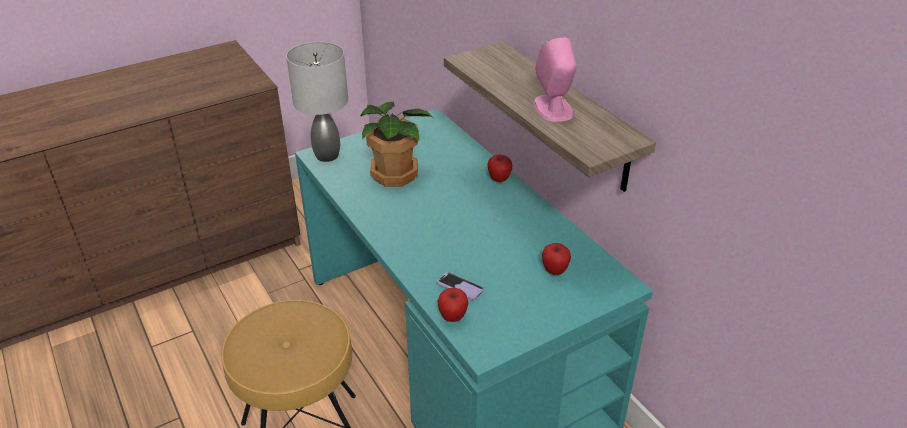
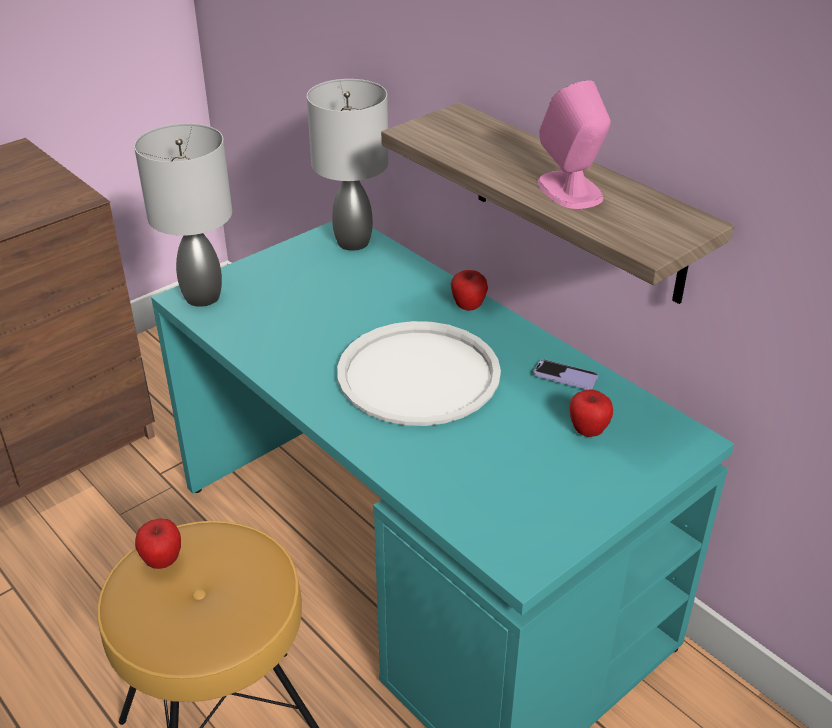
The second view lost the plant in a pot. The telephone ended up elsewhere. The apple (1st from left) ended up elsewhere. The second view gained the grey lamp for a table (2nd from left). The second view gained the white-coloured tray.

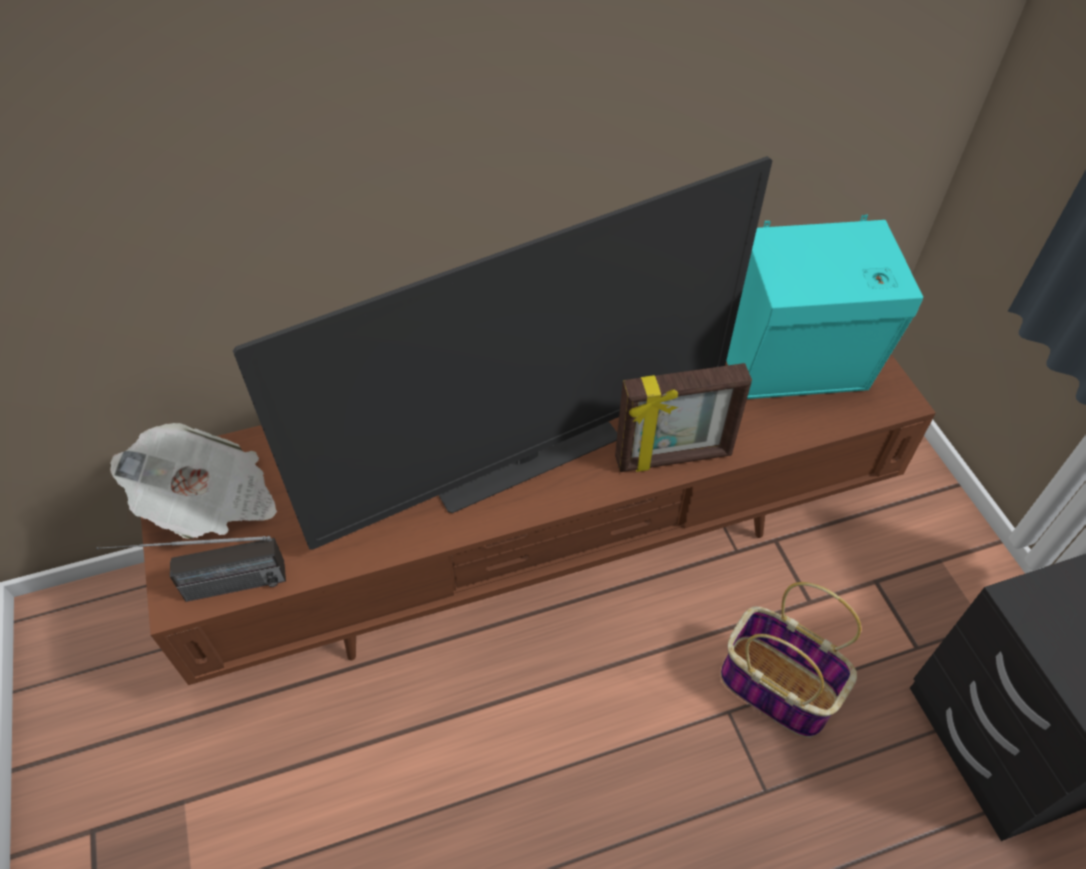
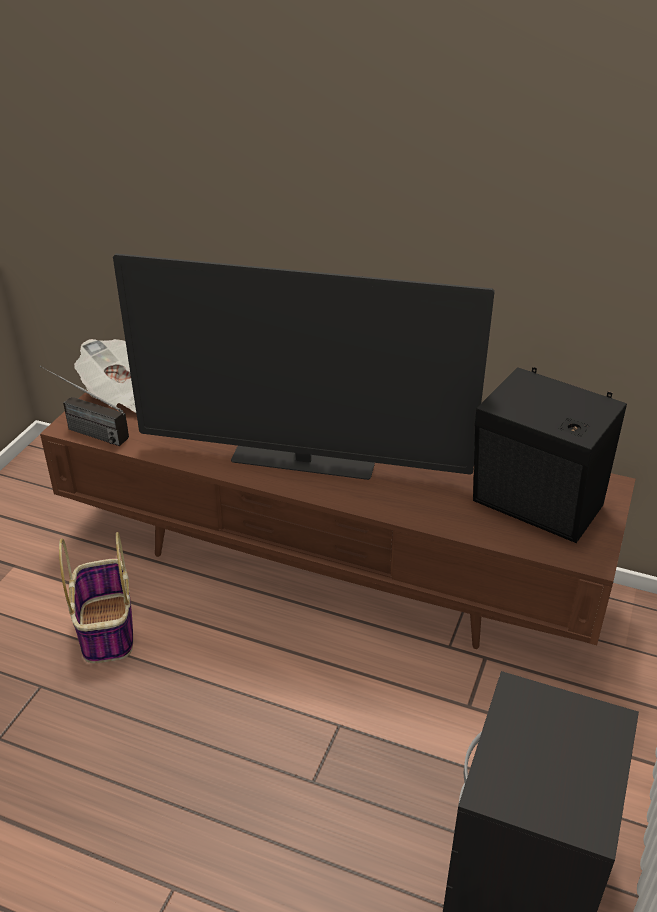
What was the blue-green speaker turned into the black speaker. The second view lost the picture frame. The storage basket ended up elsewhere.

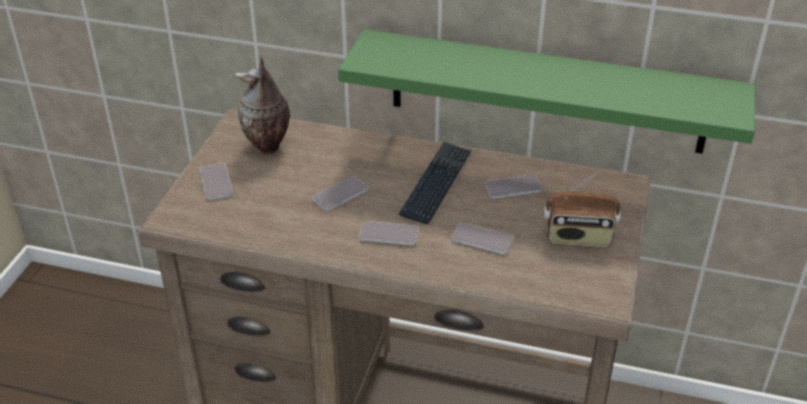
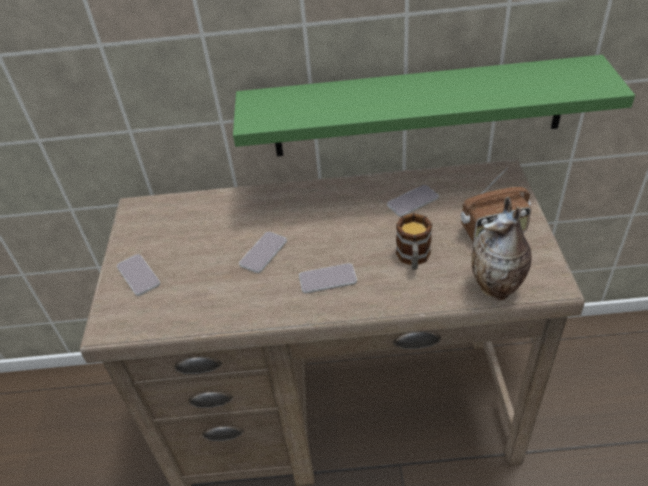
The decorative vase ended up elsewhere. The second view lost the computer keyboard. Where the telephone (4th from left) stood, the tea mug came to stand.

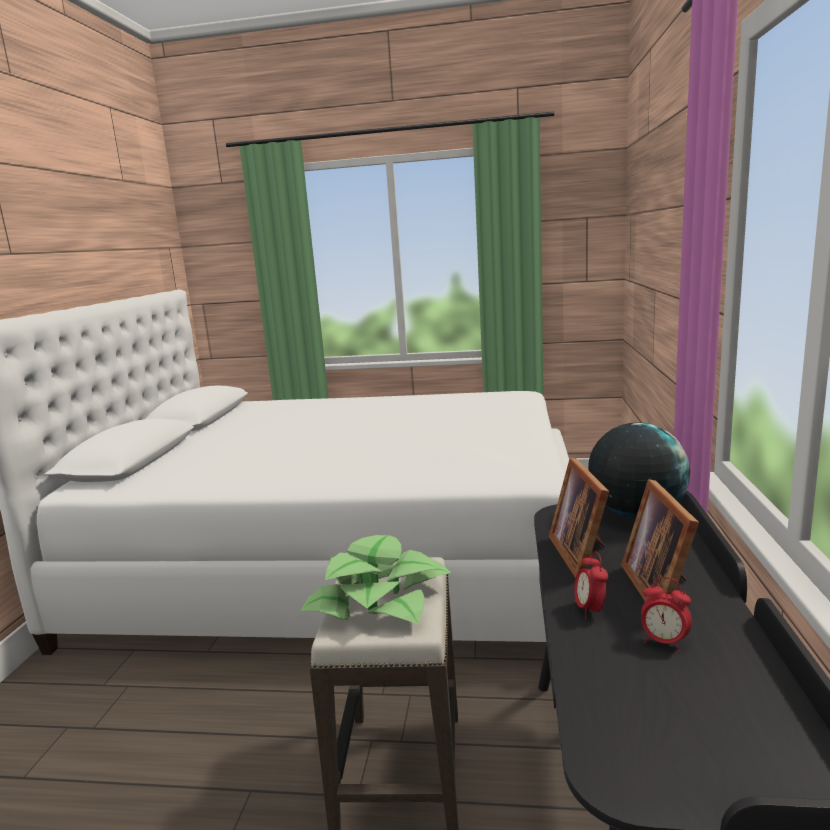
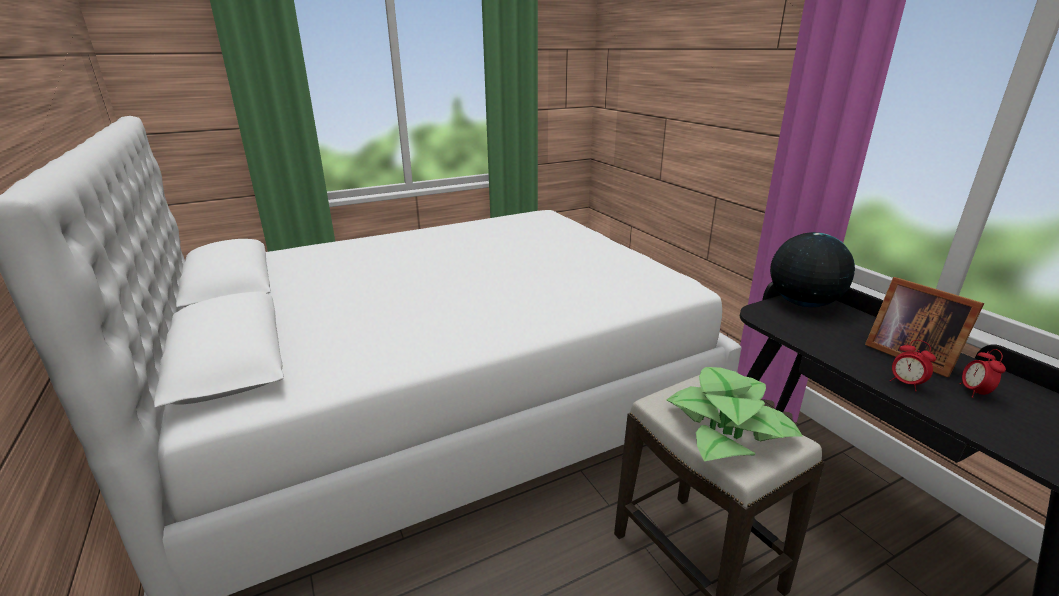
The second view lost the picture frame (1st from left). The table clock (2nd from left) ended up facing another way, 105 degrees clockwise from before.

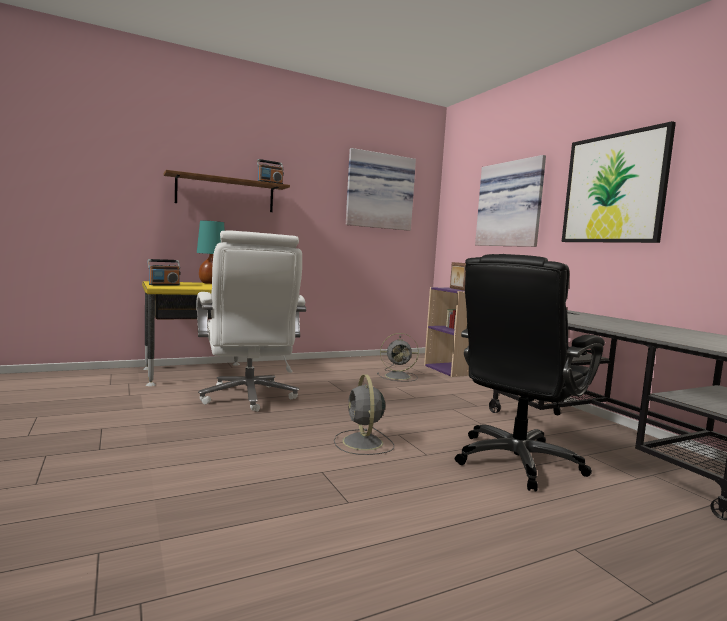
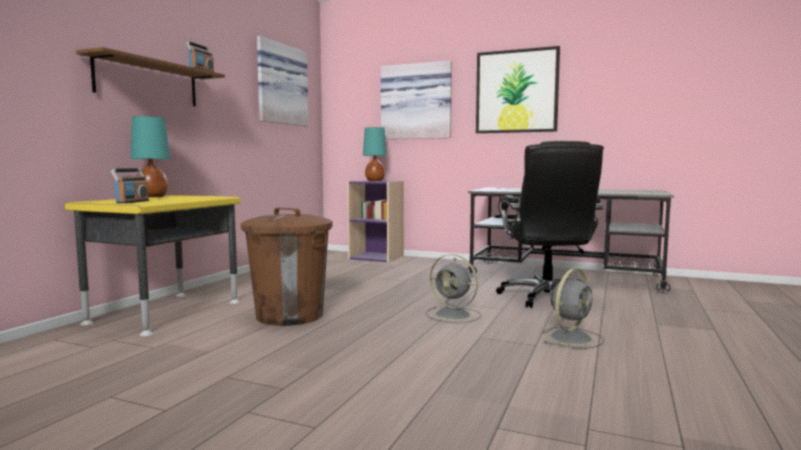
Where the white-coloured desk chair stood, the brownish rubbish bin came to stand. Where the picture frame stood, the blue-green lamp for a table (2nd from left) came to stand. The grey electric fan (2nd from left) ended up elsewhere.

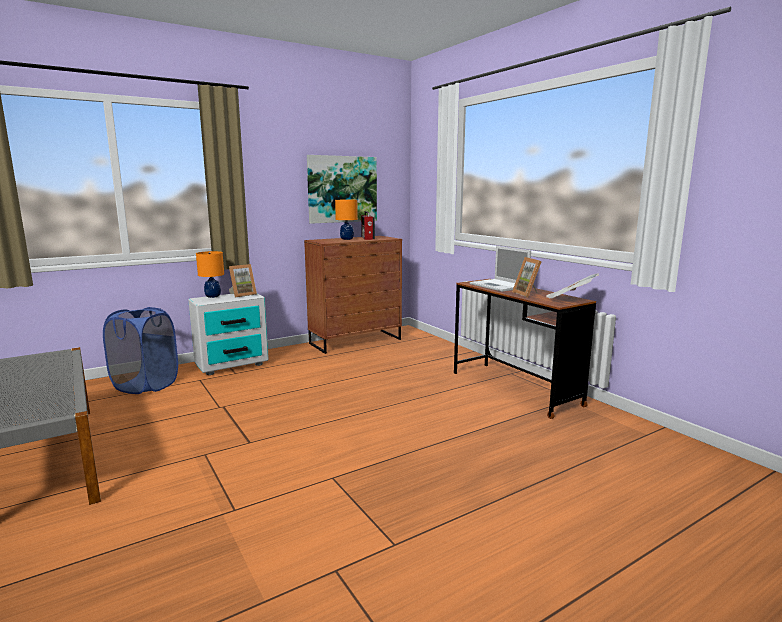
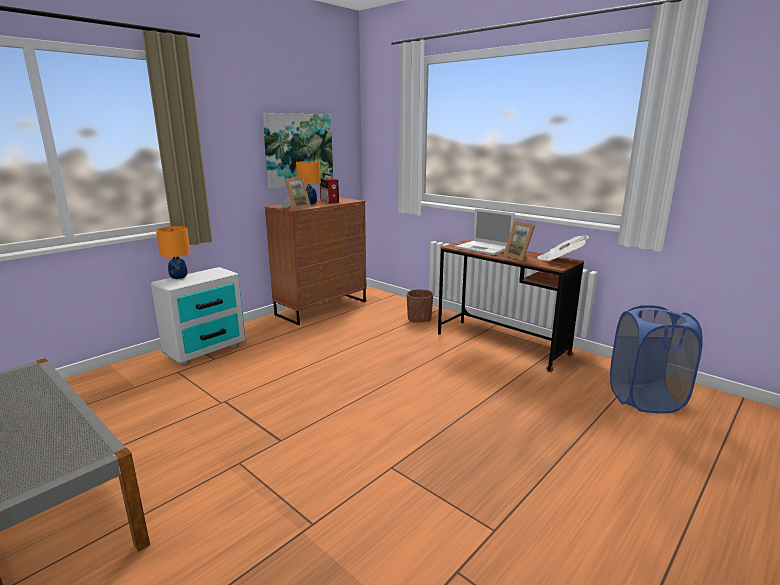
The picture frame (1st from left) ended up elsewhere. The blue hamper ended up elsewhere. The second view gained the brownish planter.

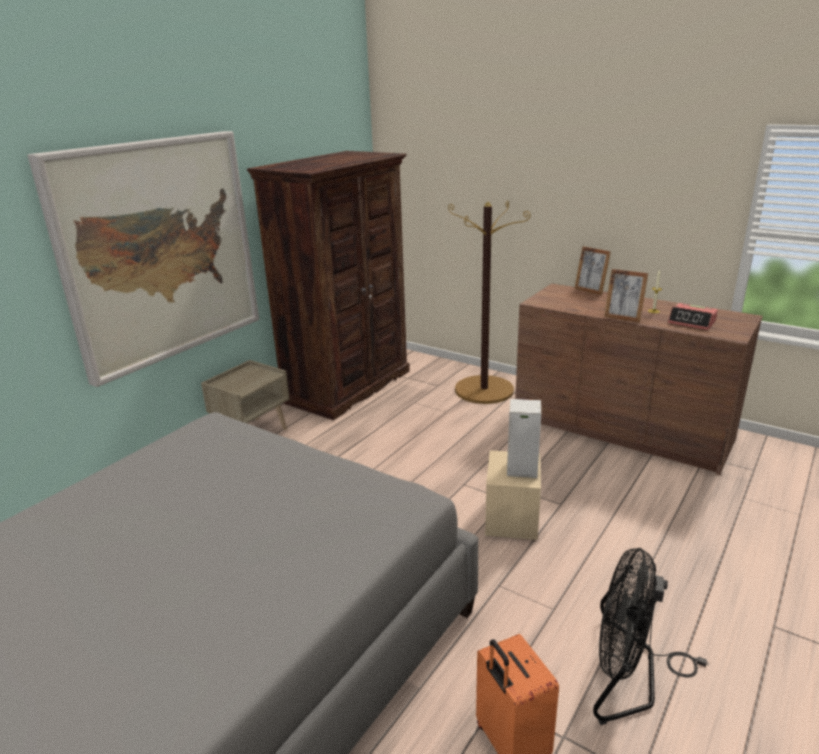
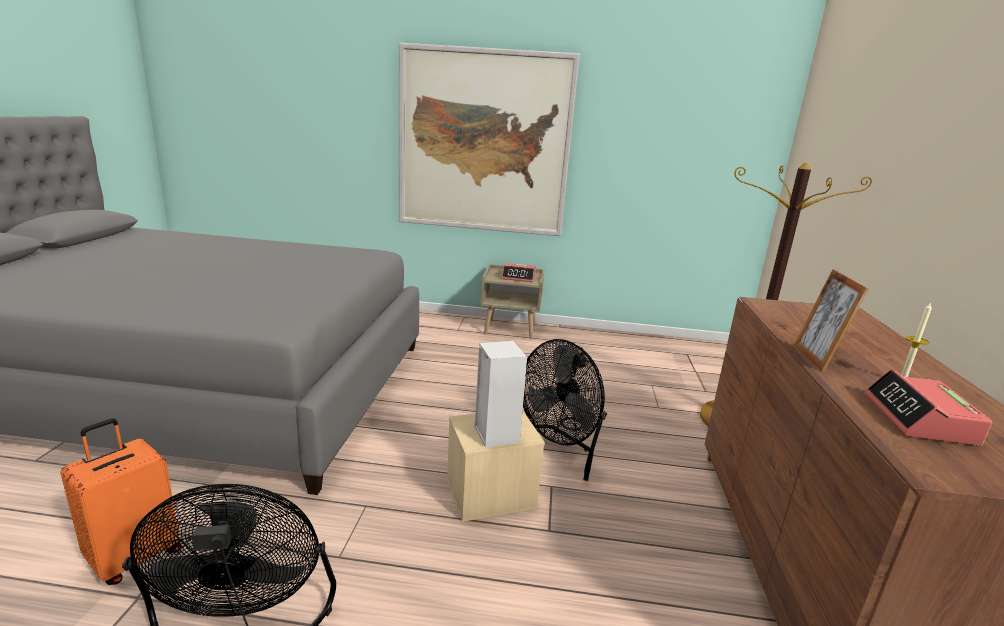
The second view lost the brownish armoire. The second view lost the picture frame (1st from left). The second view gained the table clock (1st from left). The second view gained the black electric fan (2nd from left).

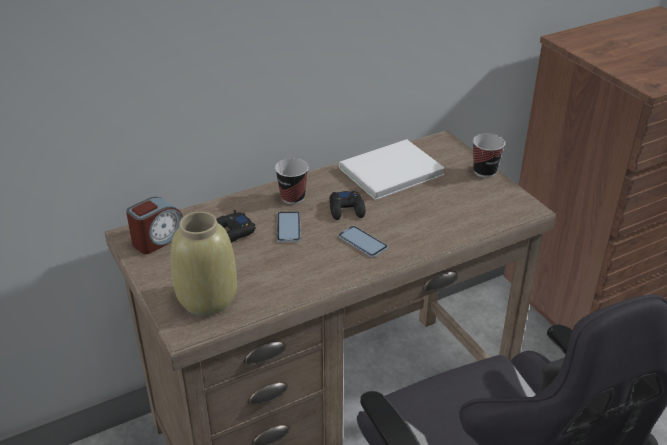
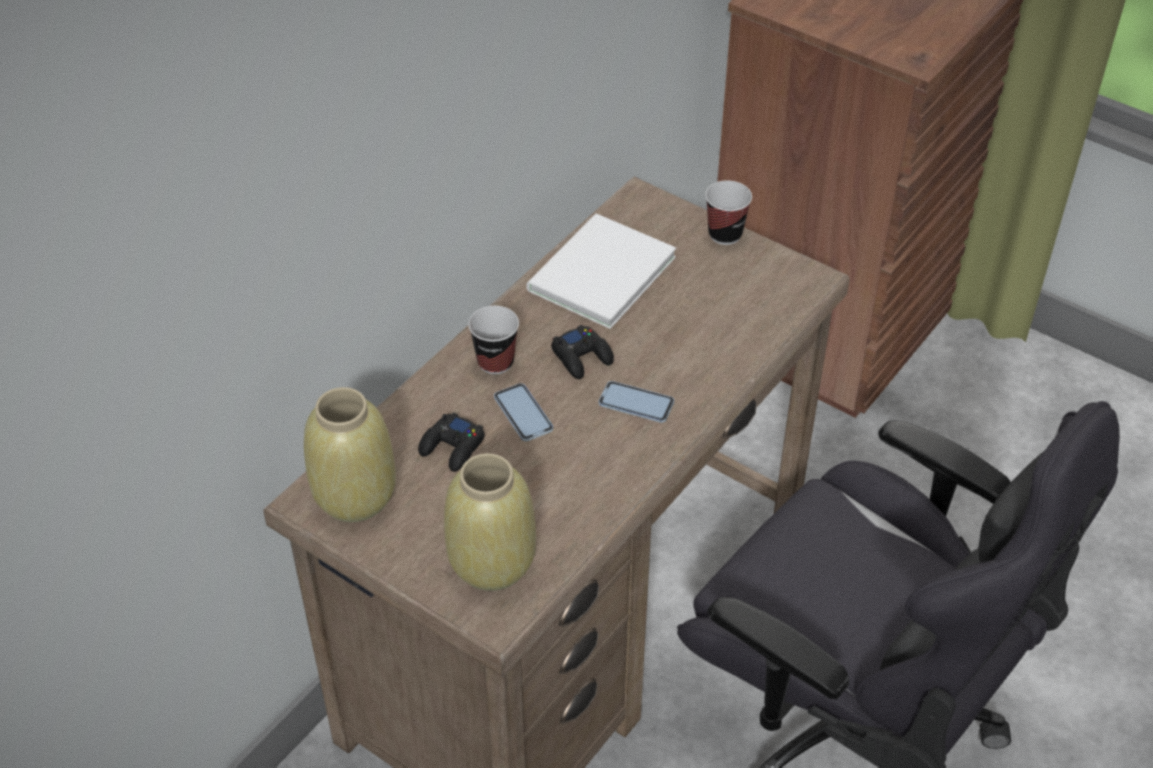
Where the table clock stood, the beige-coloured decorative vase (1st from left) came to stand.

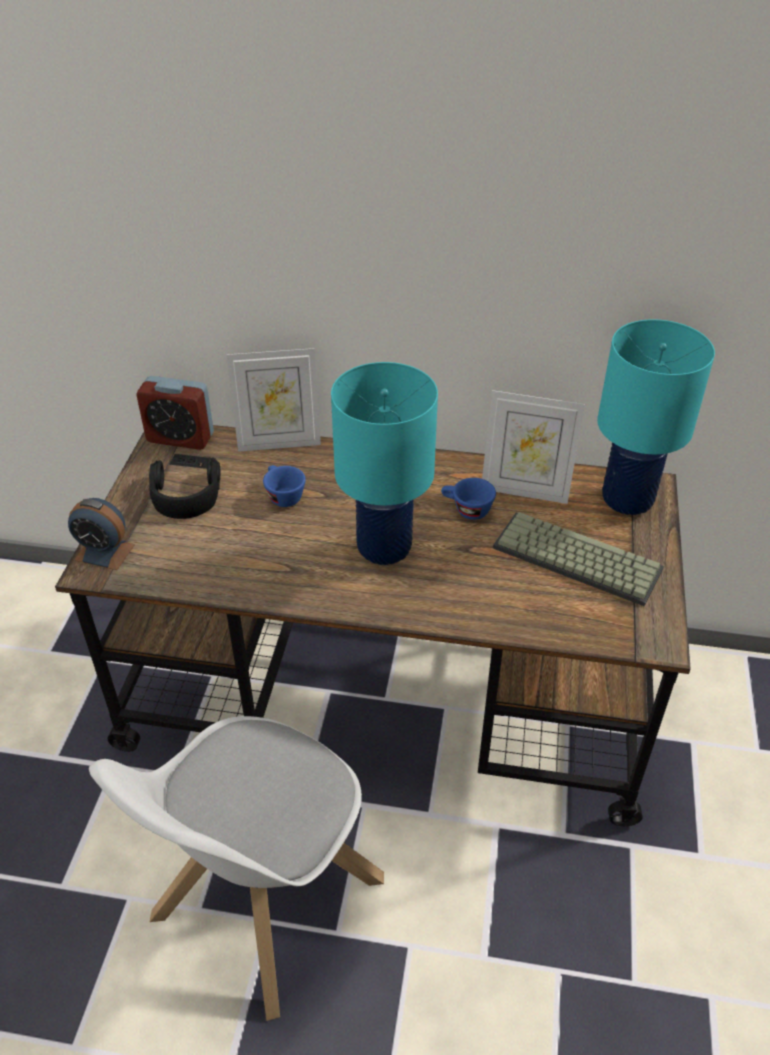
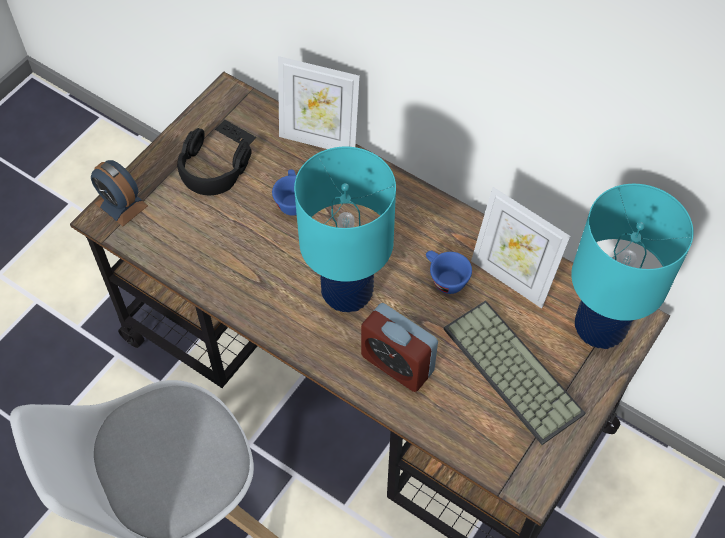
The table clock (2nd from left) ended up elsewhere.

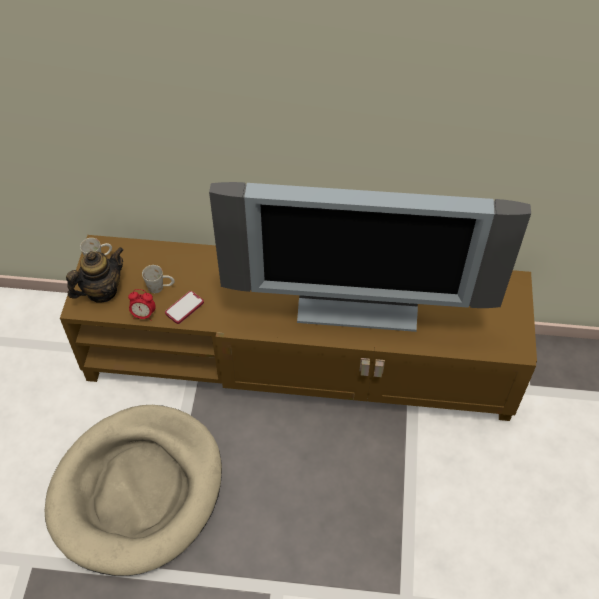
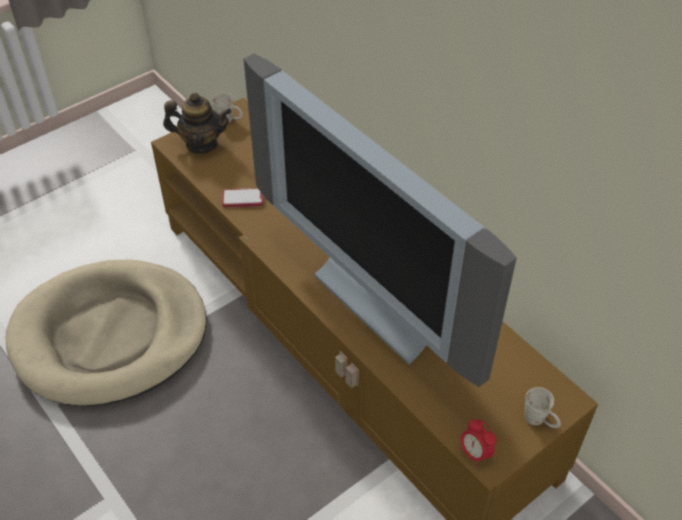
The white-coloured tea mug (2nd from left) ended up elsewhere. The table clock ended up elsewhere.

